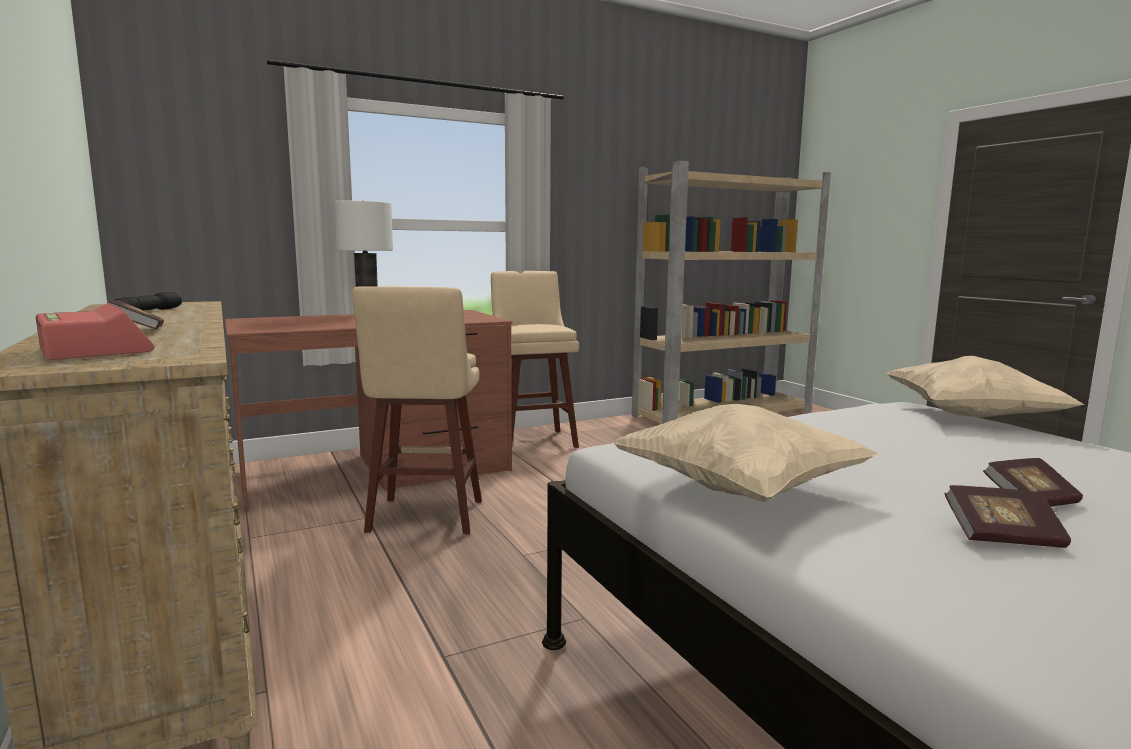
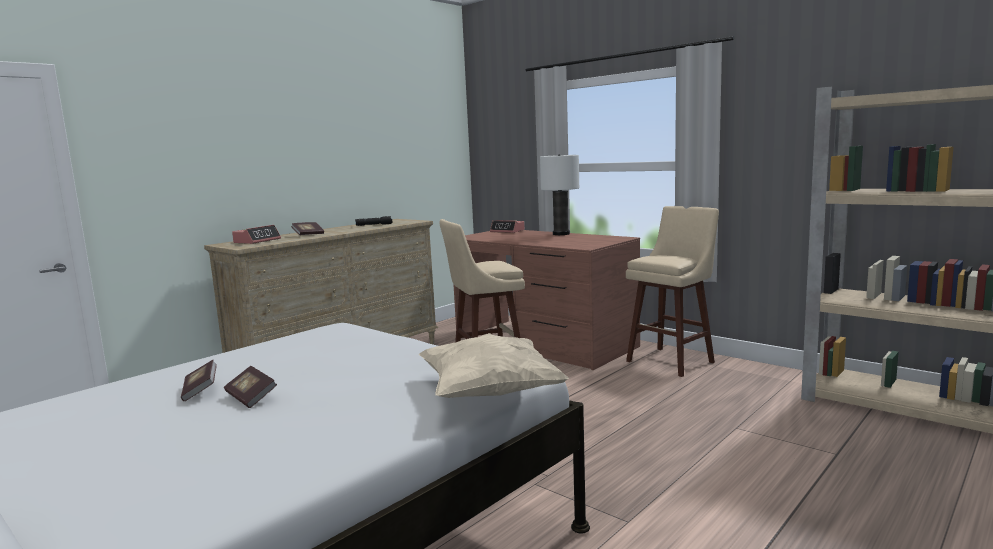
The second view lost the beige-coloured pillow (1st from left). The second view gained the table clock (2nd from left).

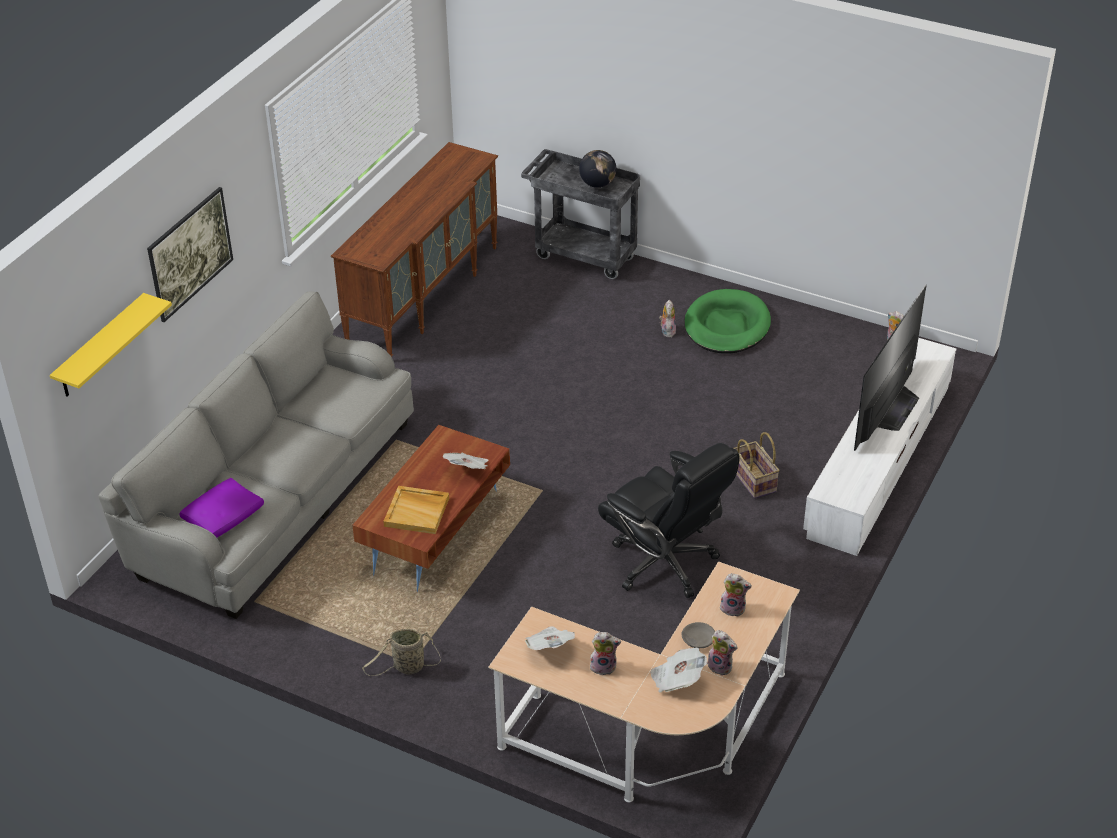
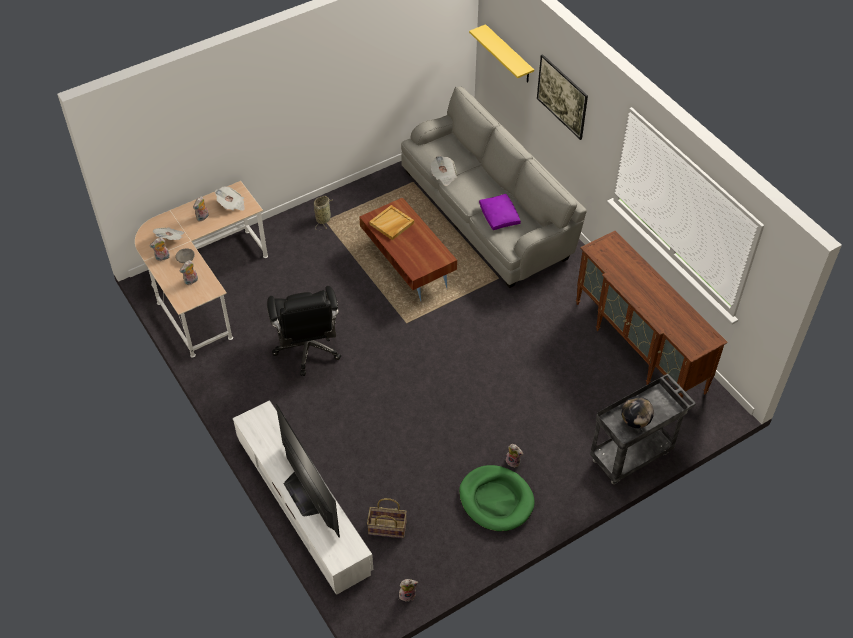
The storage basket (2nd from left) ended up elsewhere. The black desk chair ended up facing another way, 90 degrees counterclockwise from before. The printed paper (1st from left in the first image) ended up elsewhere. The purple-coloured pillow ended up elsewhere.

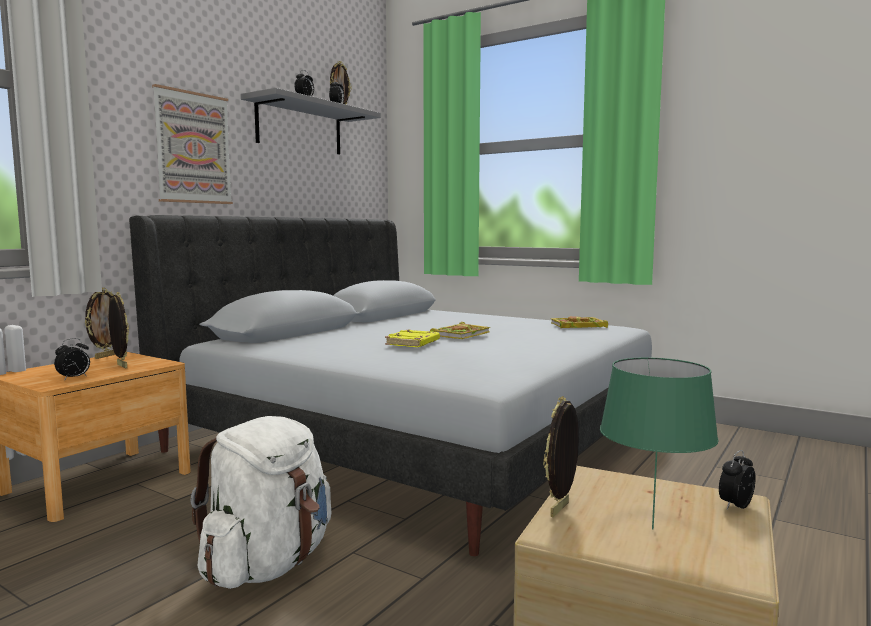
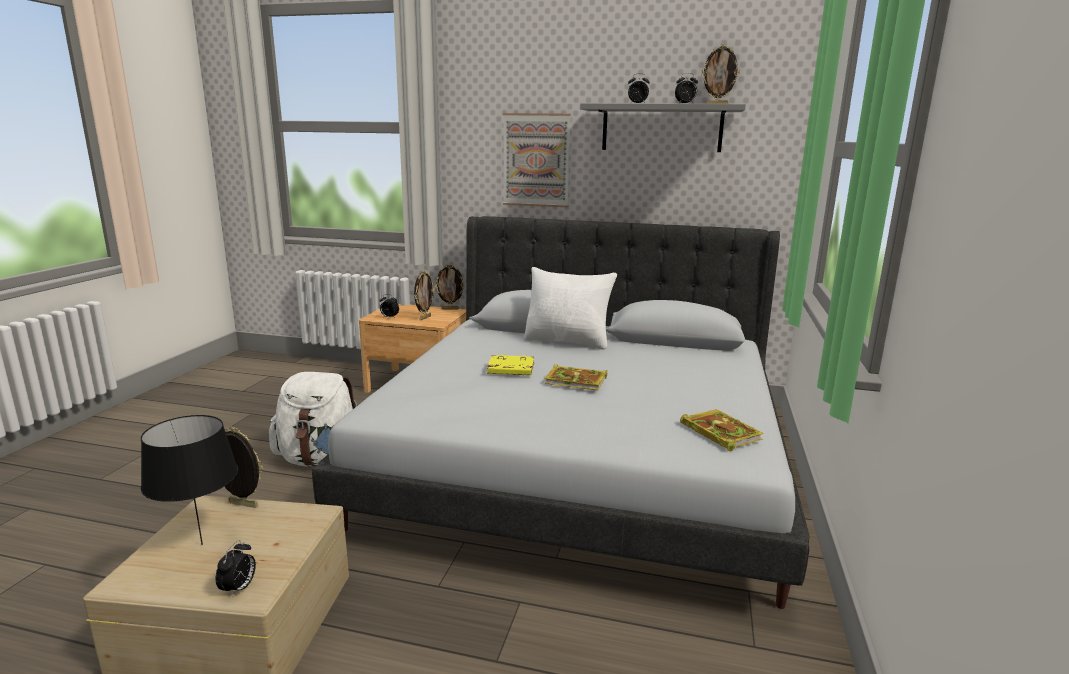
What was the green lamp for a table turned into the black lamp for a table. The table clock (4th from left in the first image) ended up facing another way, 75 degrees clockwise from before. The second view gained the white-coloured pillow.

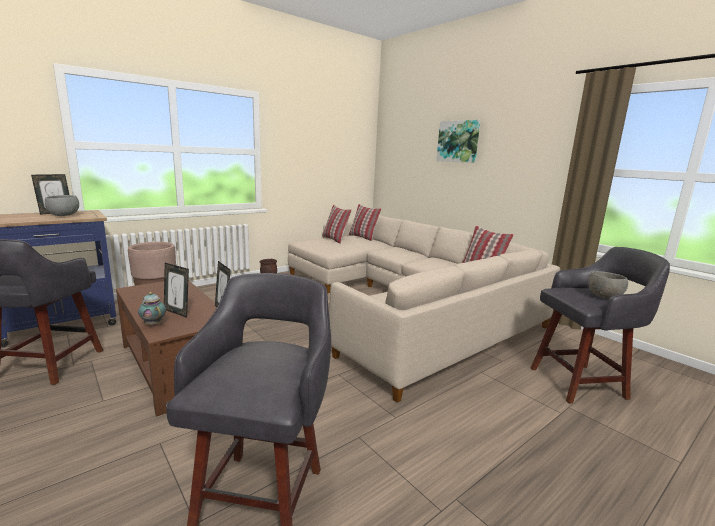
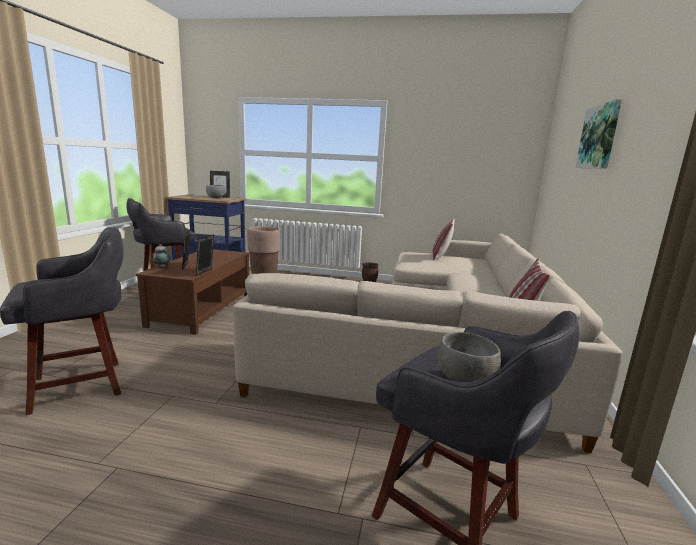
The second view lost the pillow (2nd from left).

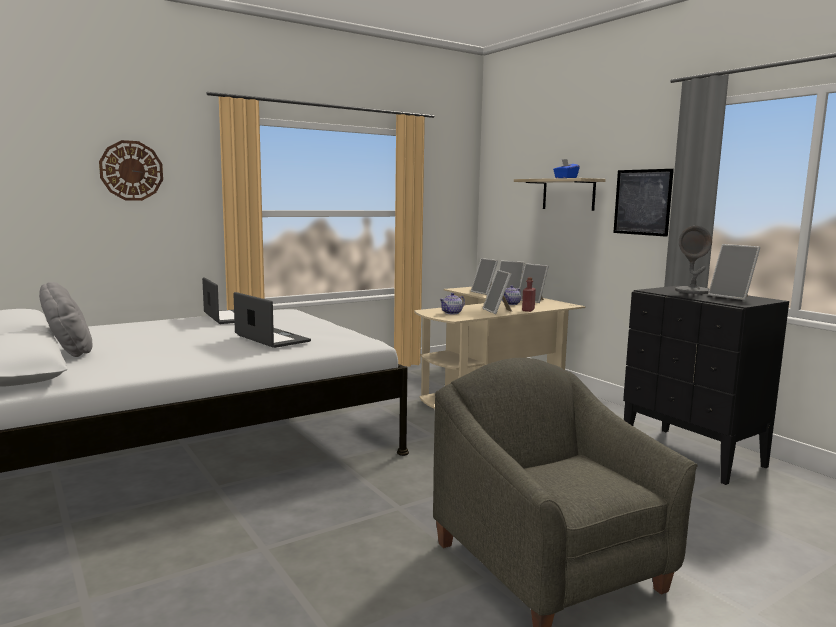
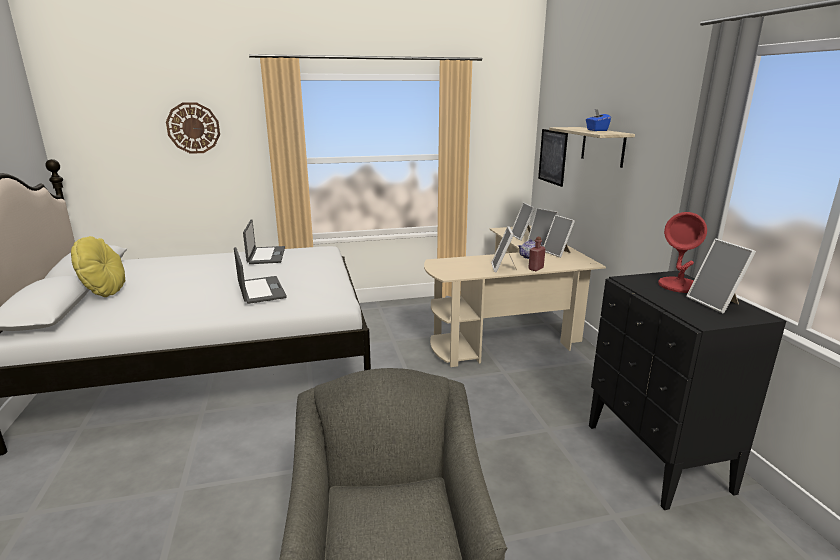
The wall picture ended up elsewhere. What was the grey lamp for a table turned into the red-coloured lamp for a table. What was the grey pillow turned into the yellow pillow. The second view lost the tea pot (1st from left).

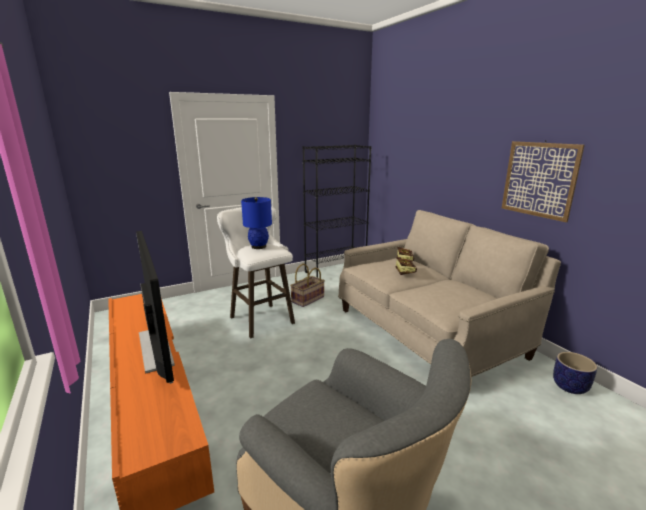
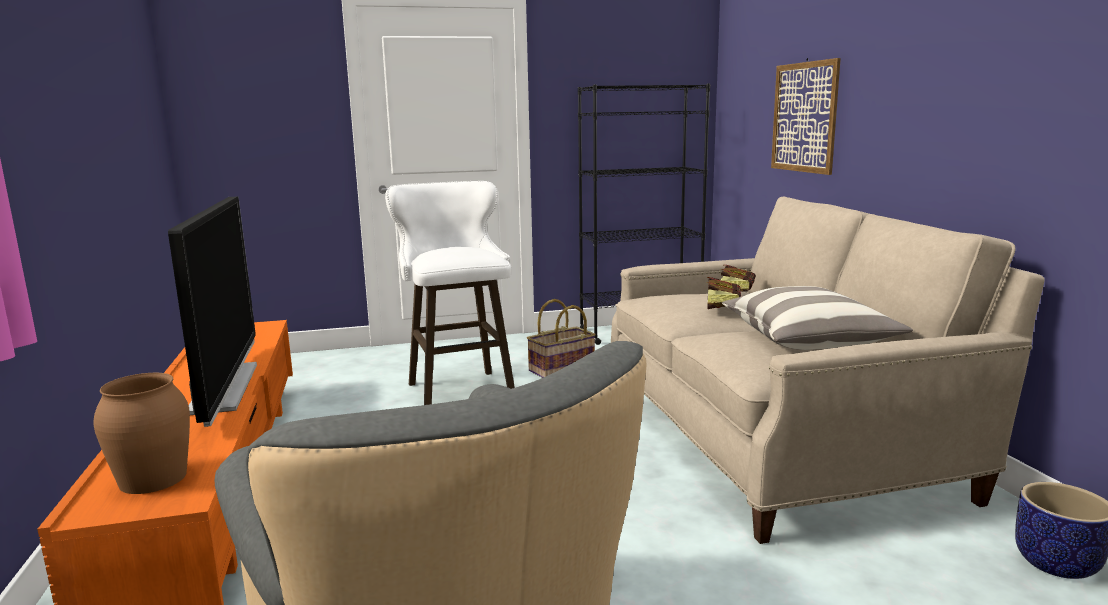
The wall picture ended up elsewhere. The second view lost the blue lamp for a table. The second view gained the pillow. The second view gained the brownish decorative vase.

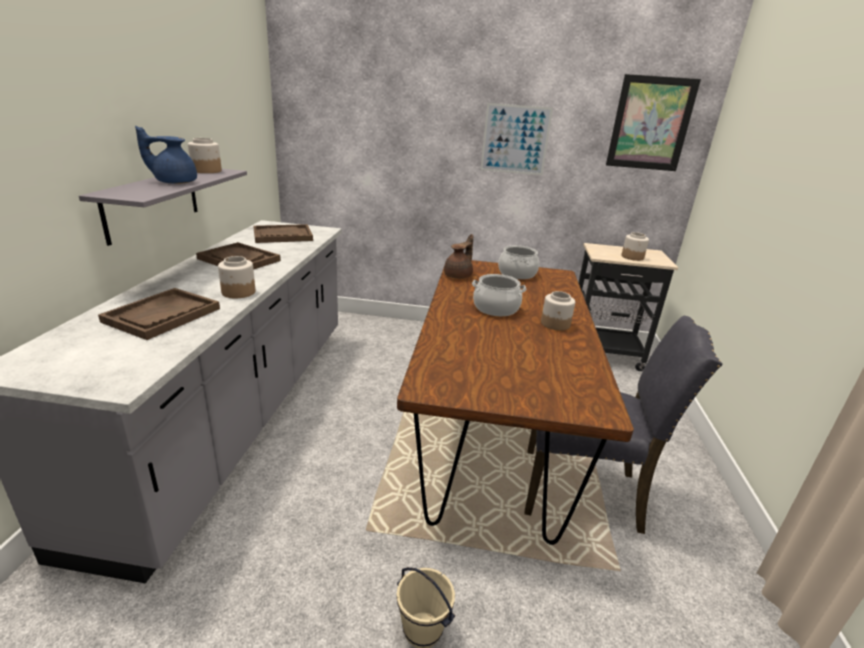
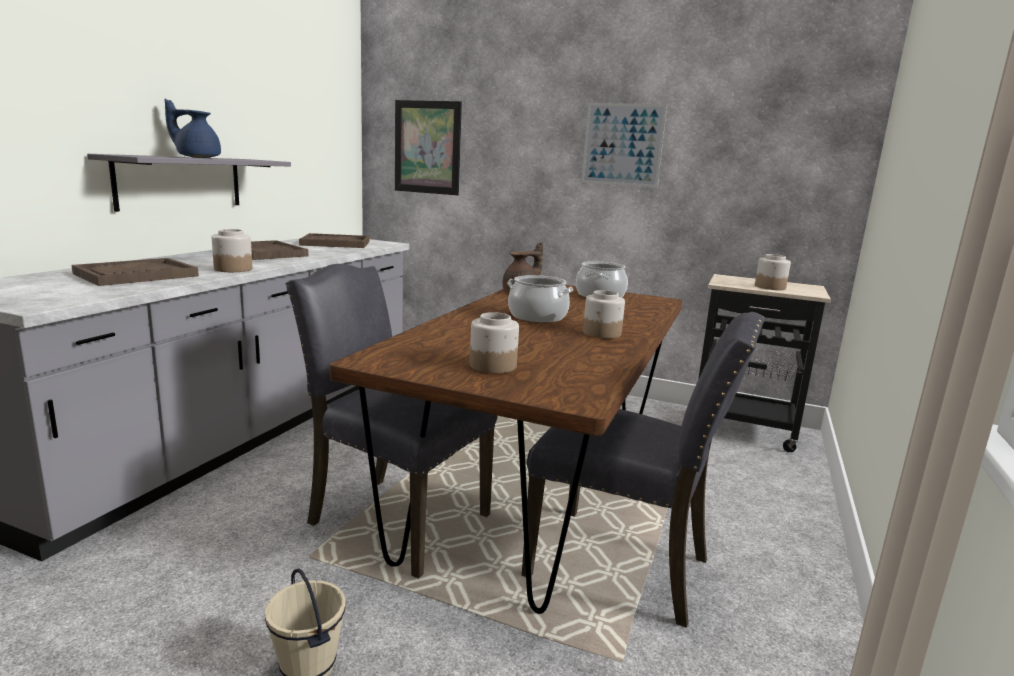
The wall picture (2nd from left in the first image) ended up elsewhere. The preserve jar (1st from left in the first image) ended up elsewhere. The second view gained the grey upright chair (1st from left).

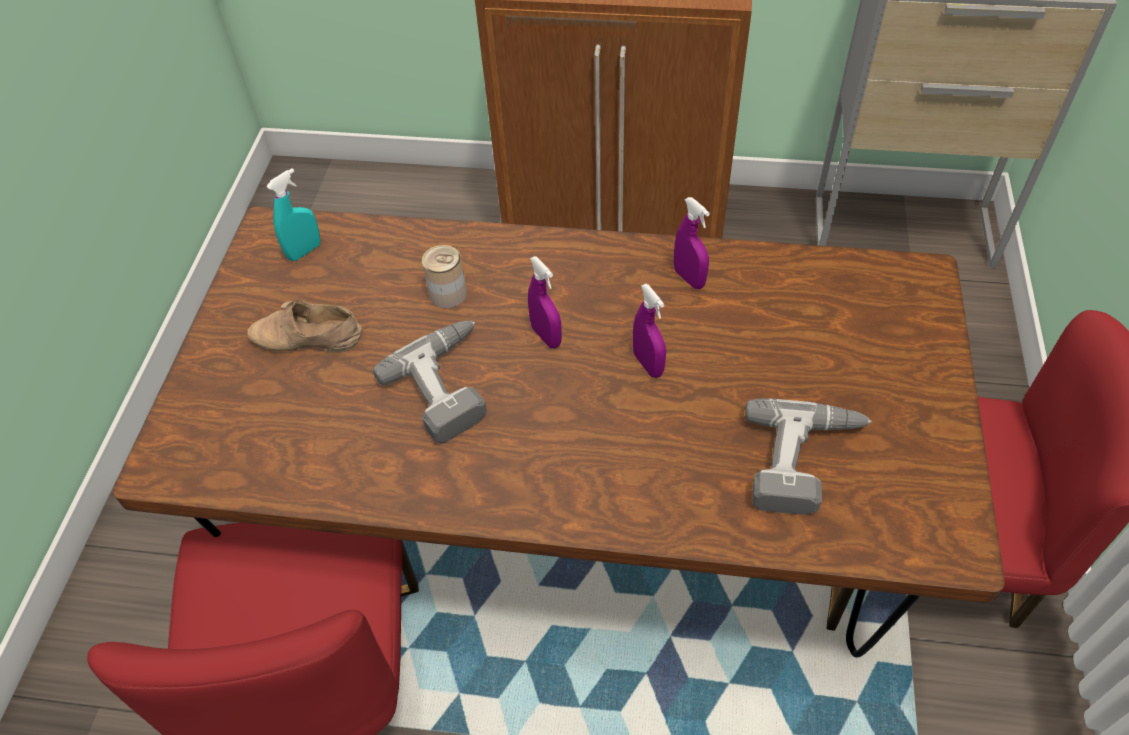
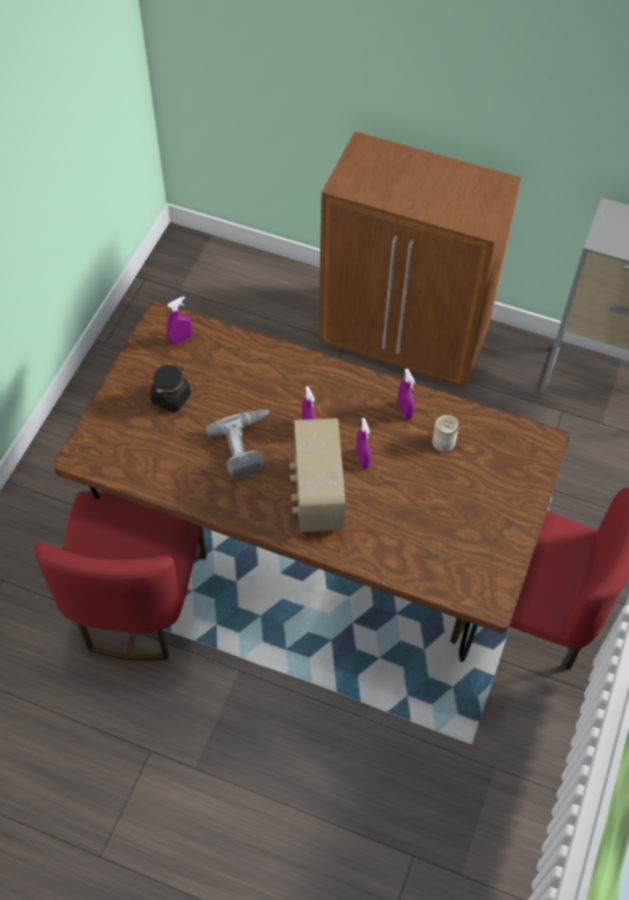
What was the blue-green hand sprayer turned into the purple-coloured hand sprayer (1st from left). The metal can ended up elsewhere. Where the beige-coloured shoe stood, the black preserve jar came to stand. The second view lost the power drill (2nd from left). The second view gained the radio set.

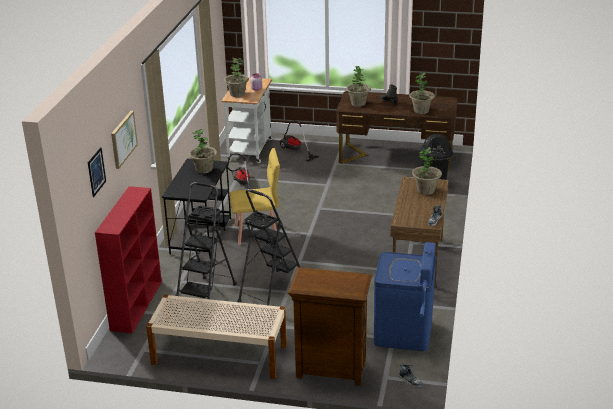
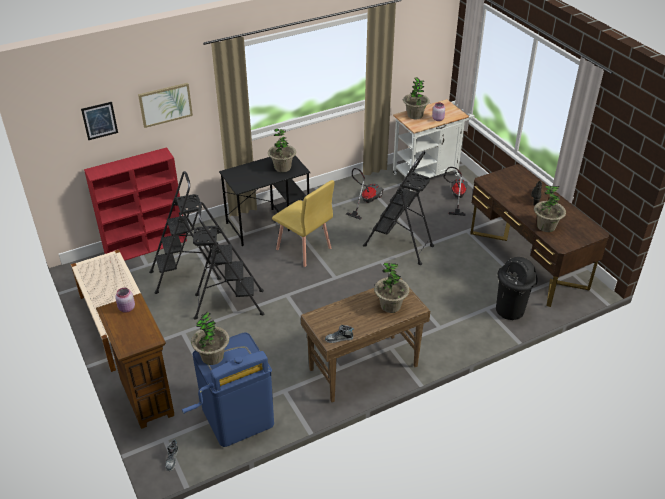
The plant in a pot (3rd from left in the first image) ended up elsewhere. The second view gained the step stool (3rd from left). The second view gained the pink preserve jar (1st from left).

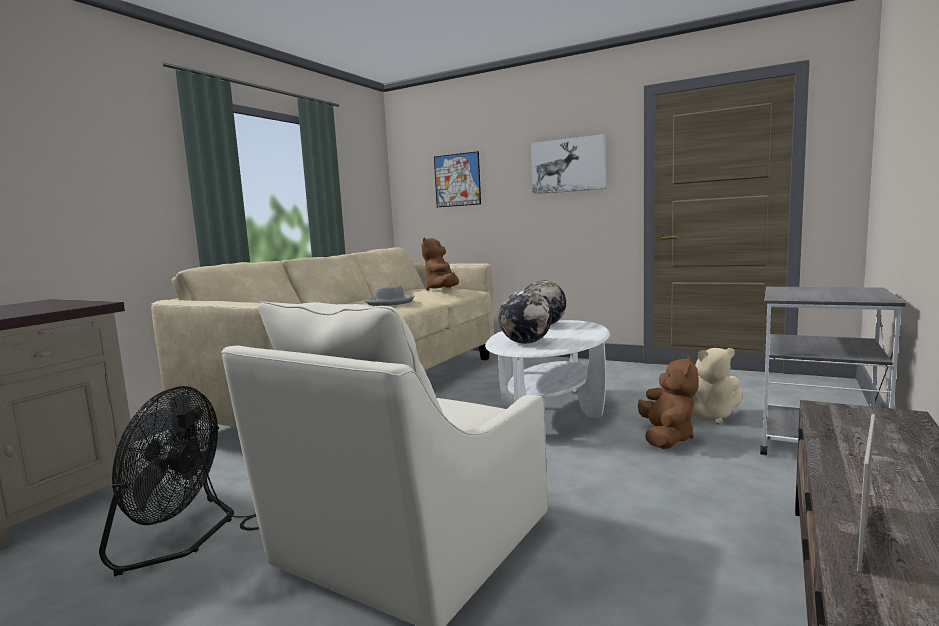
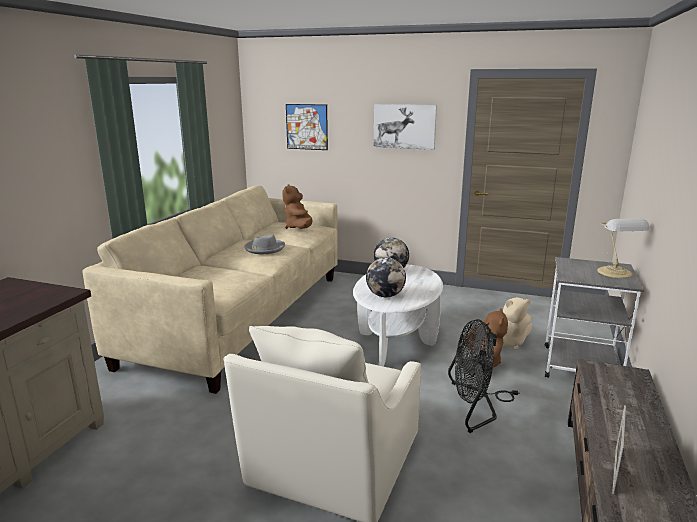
The black electric fan ended up elsewhere. The second view gained the lamp for a table.

